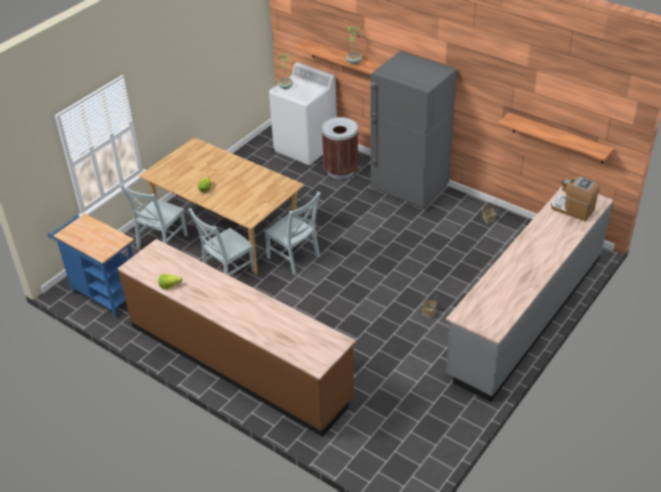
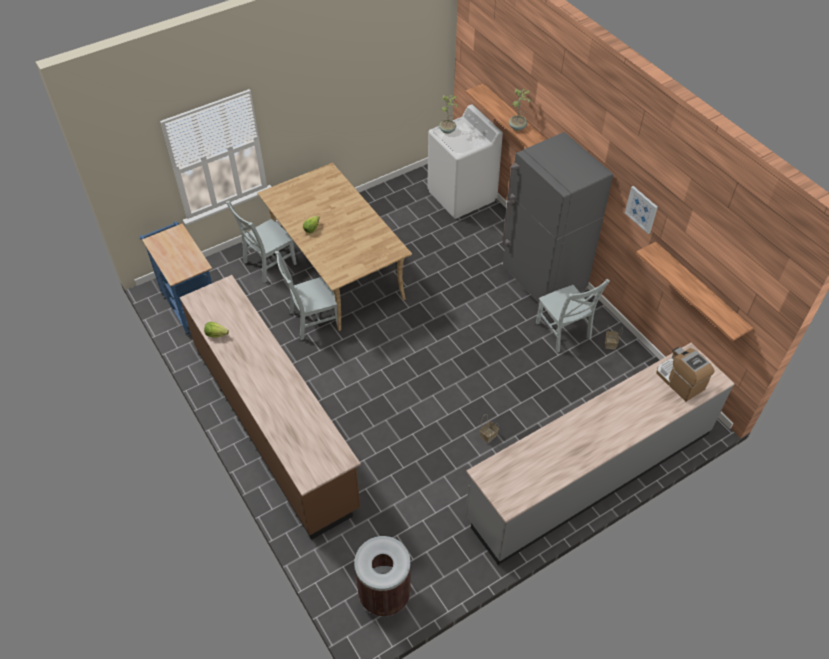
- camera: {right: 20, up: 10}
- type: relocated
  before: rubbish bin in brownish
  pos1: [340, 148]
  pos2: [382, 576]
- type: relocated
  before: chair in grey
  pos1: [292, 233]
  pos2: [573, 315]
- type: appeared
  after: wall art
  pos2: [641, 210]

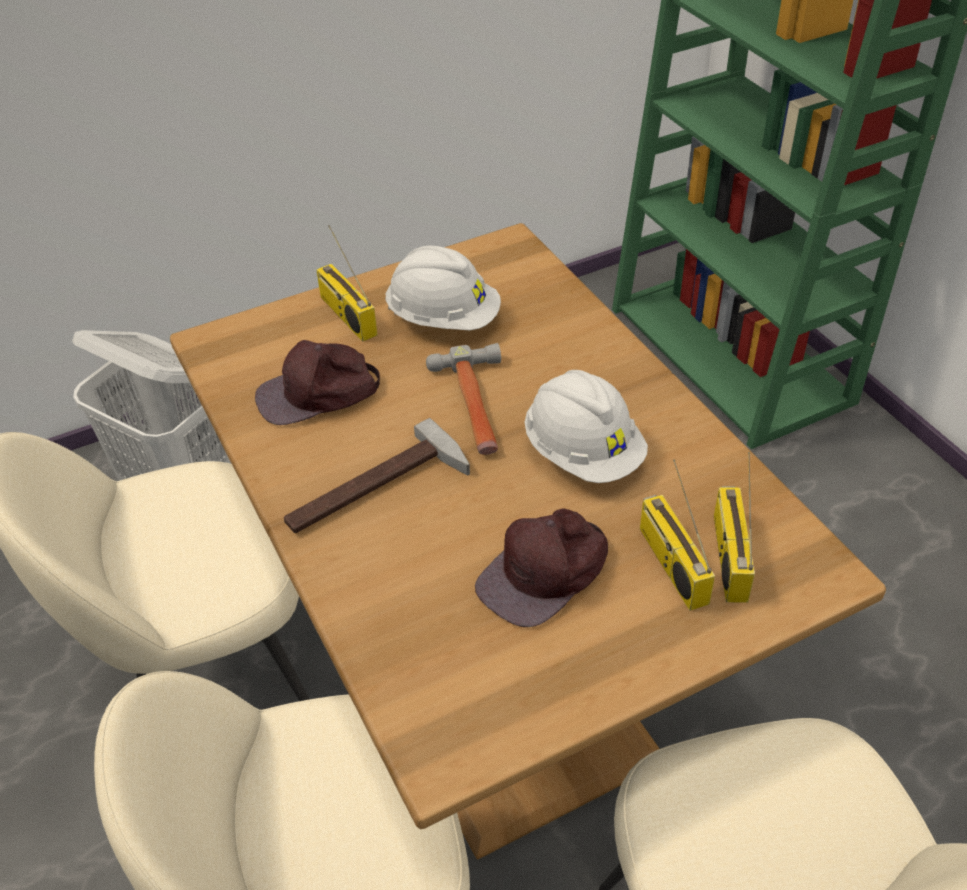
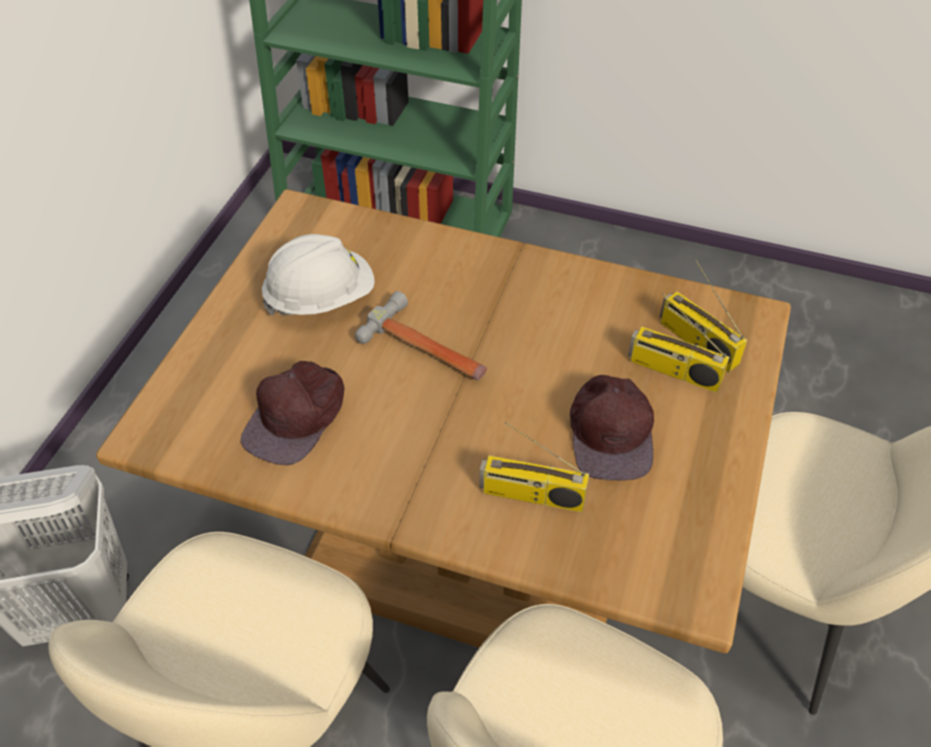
- camera: {right: -45, up: 5}
- type: relocated
  before: radio
  pos1: [347, 283]
  pos2: [534, 467]
- type: missing
  before: tool hammer
  pos1: [377, 475]
- type: missing
  before: safety helmet in white
  pos1: [586, 426]

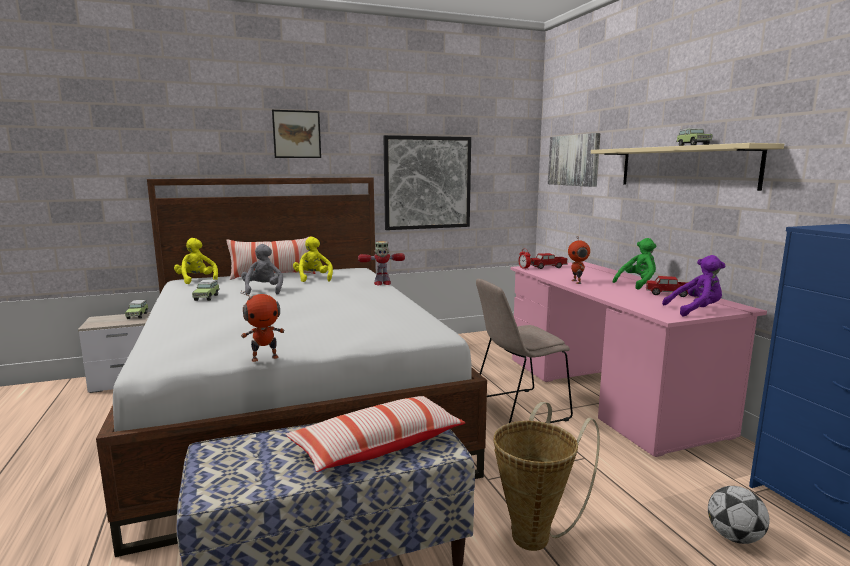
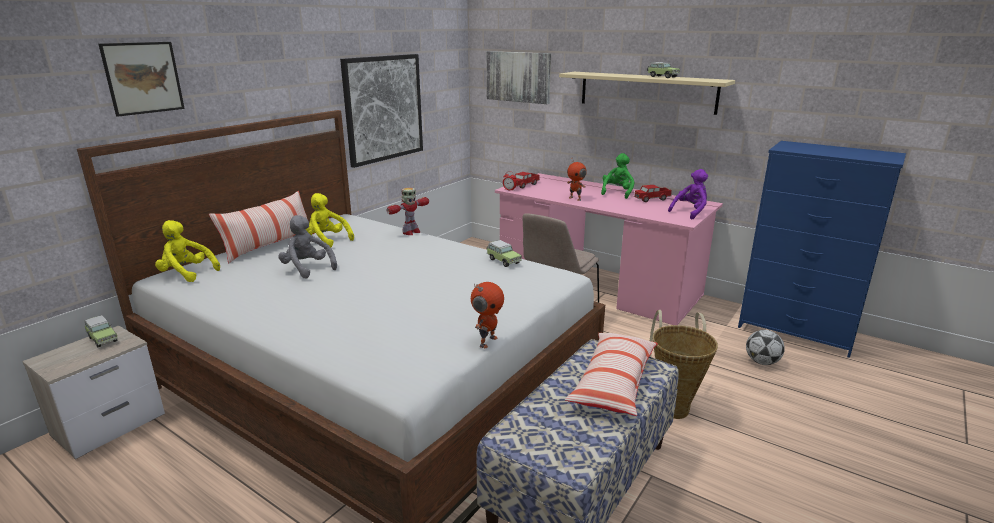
- camera: {right: -35, up: 10}
- type: relocated
  before: wall art
  pos1: [296, 134]
  pos2: [141, 79]
- type: relocated
  before: toy car
  pos1: [206, 290]
  pos2: [504, 253]

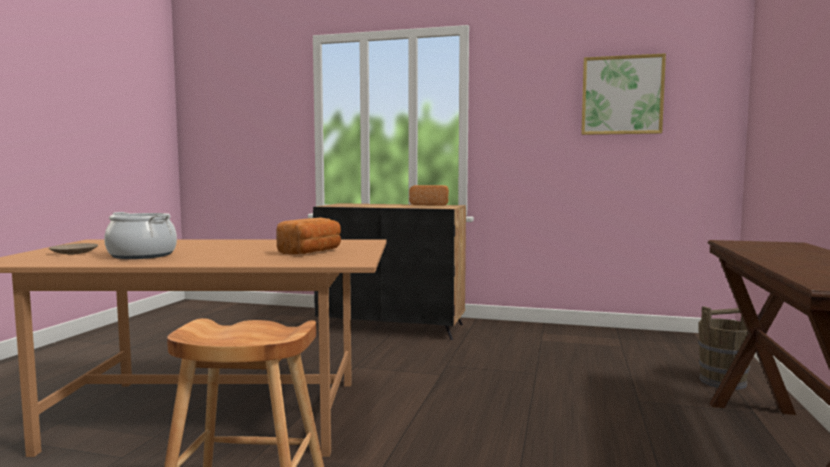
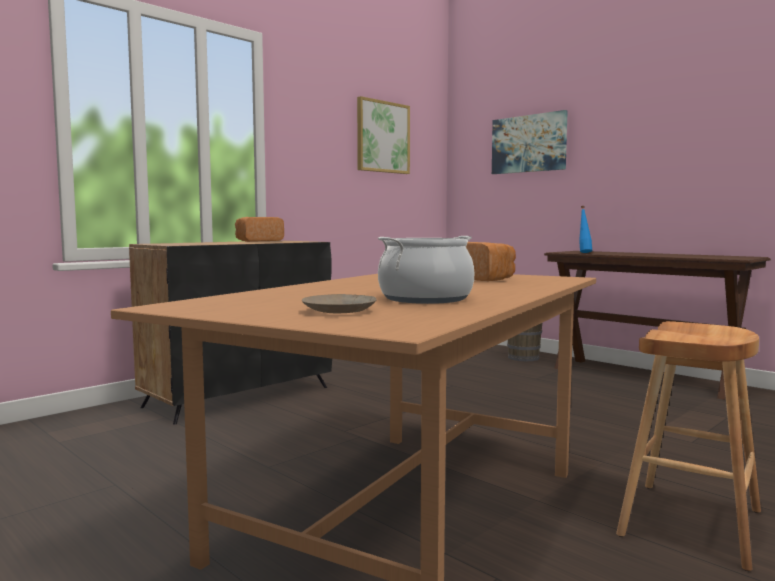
- camera: {right: -60, up: 0}
- type: appeared
  after: wall art
  pos2: [530, 142]
- type: appeared
  after: beverage bottle in blue-coloured
  pos2: [585, 229]

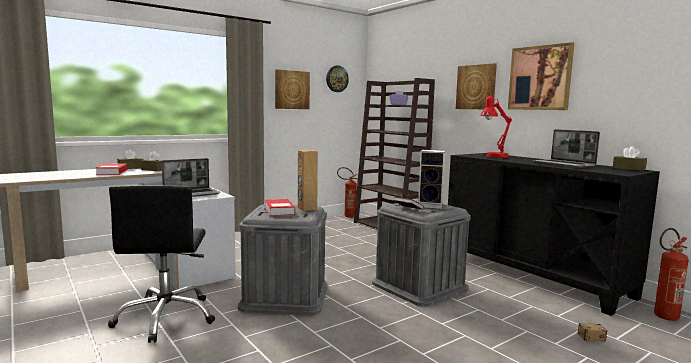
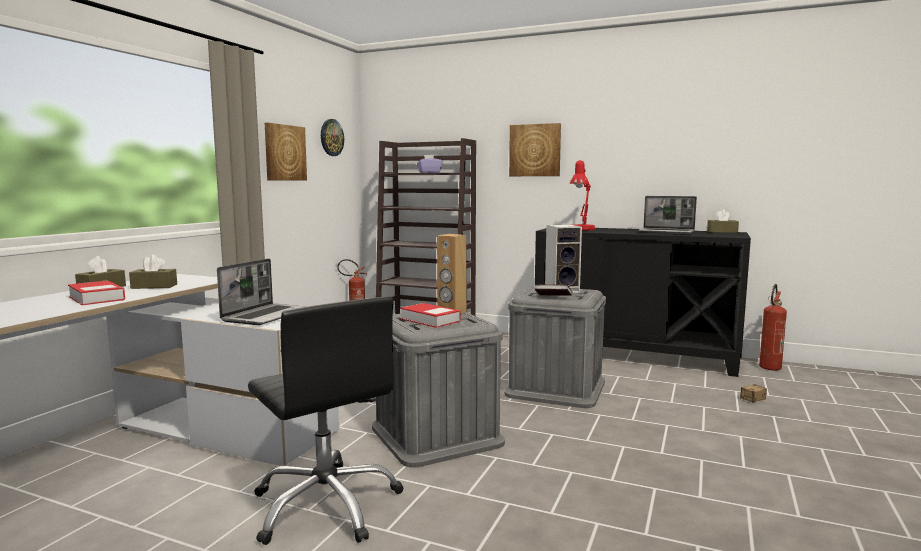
- camera: {right: -30, up: 0}
- type: missing
  before: wall art
  pos1: [541, 76]

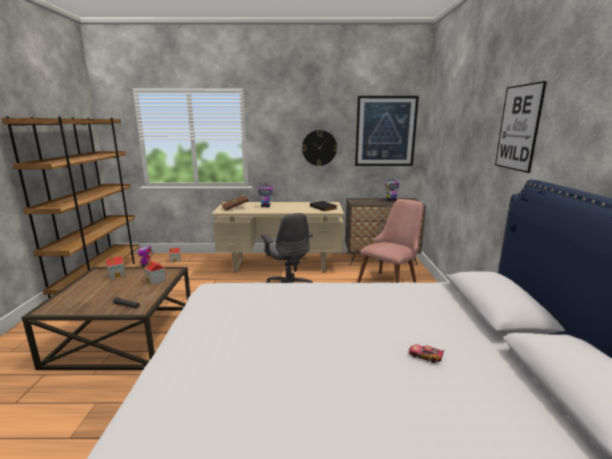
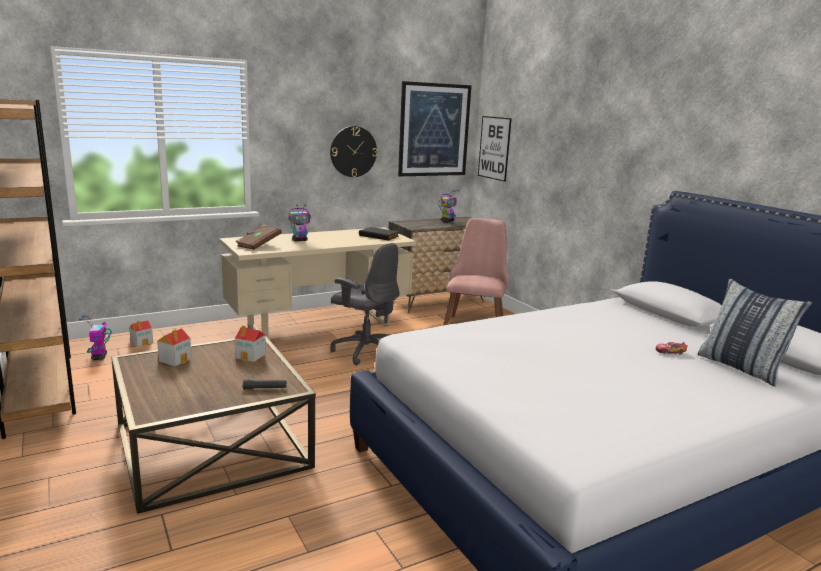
- camera: {right: -30, up: 0}
- type: relocated
  before: wall art
  pos1: [521, 127]
  pos2: [495, 149]
- type: appeared
  after: cushion
  pos2: [754, 332]

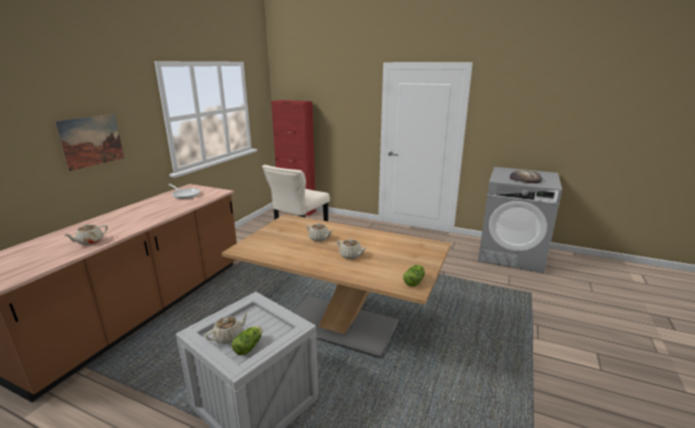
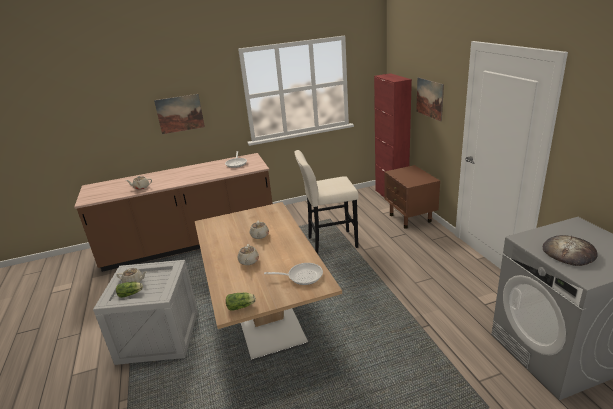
- camera: {right: 50, up: 5}
- type: appeared
  after: pan
  pos2: [293, 274]
- type: appeared
  after: nightstand in brownish
  pos2: [412, 197]
- type: appeared
  after: wall art
  pos2: [430, 99]

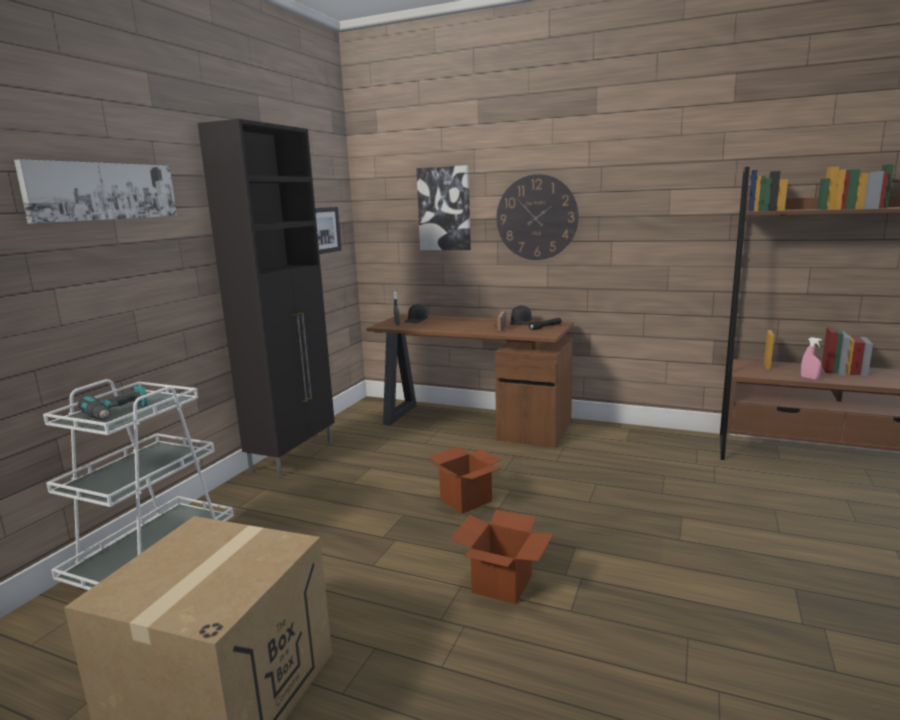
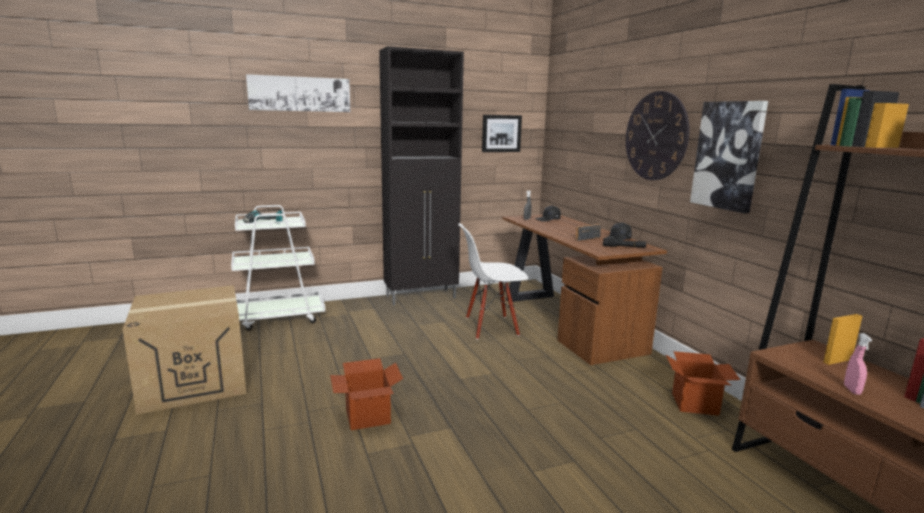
- camera: {right: 45, up: 0}
- type: appeared
  after: chair in white
  pos2: [493, 282]
- type: relocated
  before: packing box
  pos1: [466, 480]
  pos2: [703, 383]
- type: relocated
  before: wall art
  pos1: [443, 207]
  pos2: [729, 157]

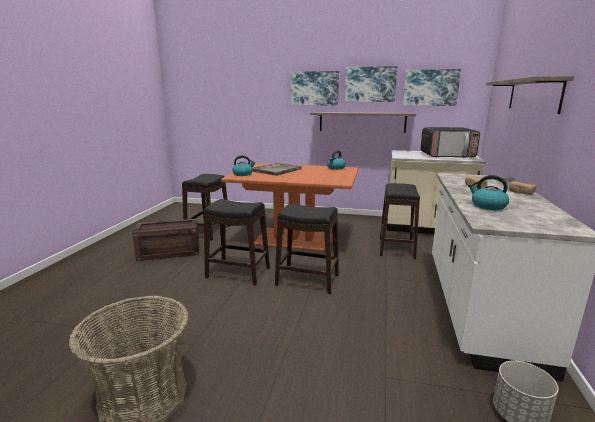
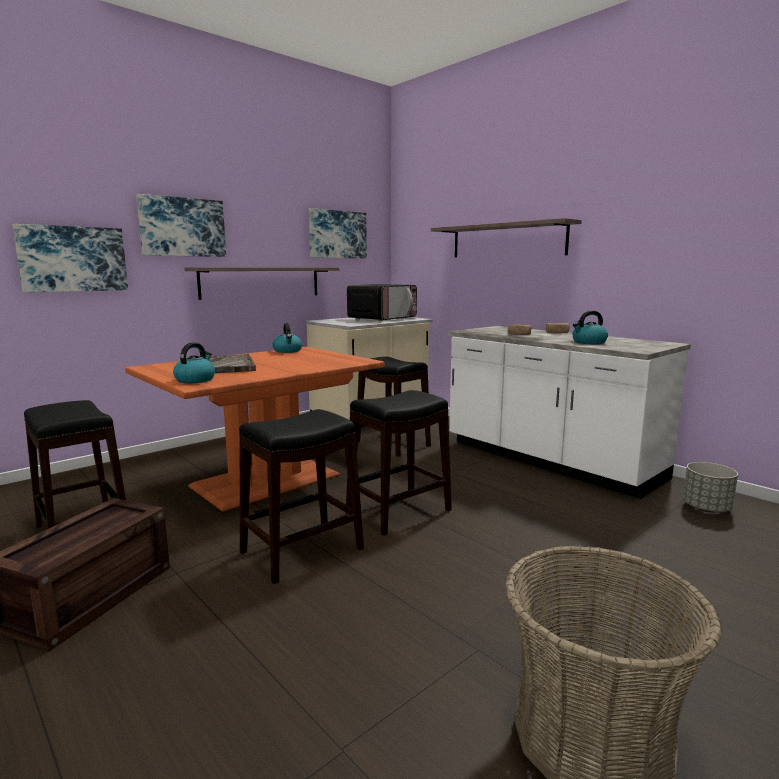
- camera: {right: -55, up: -5}
- type: relocated
  before: wall art
  pos1: [371, 84]
  pos2: [70, 258]

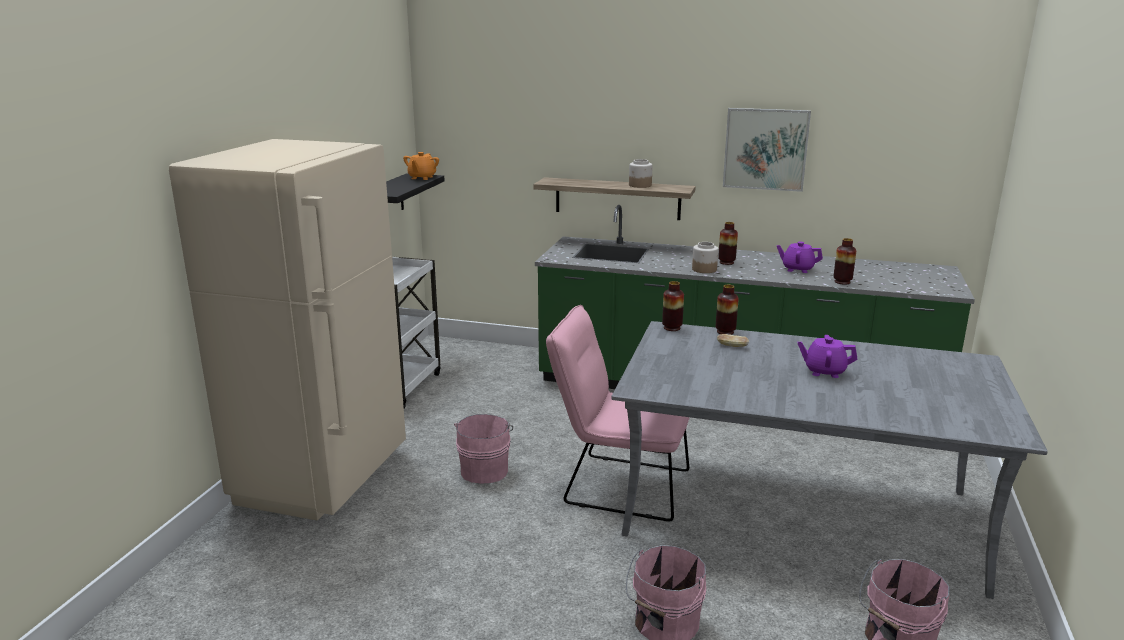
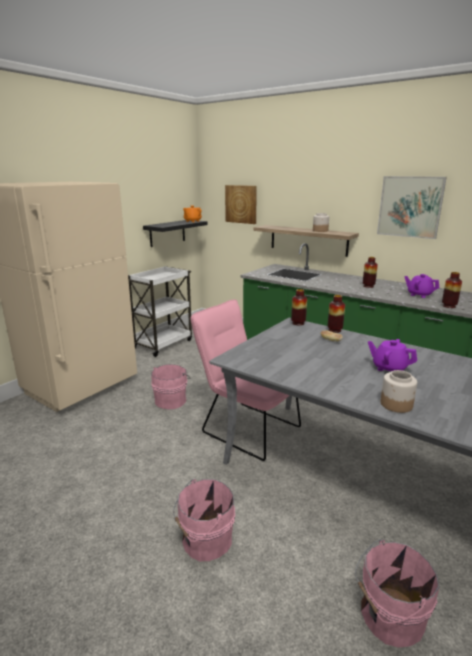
- camera: {right: 20, up: 0}
- type: appeared
  after: wall art
  pos2: [241, 204]
- type: relocated
  before: jar
  pos1: [705, 257]
  pos2: [398, 391]

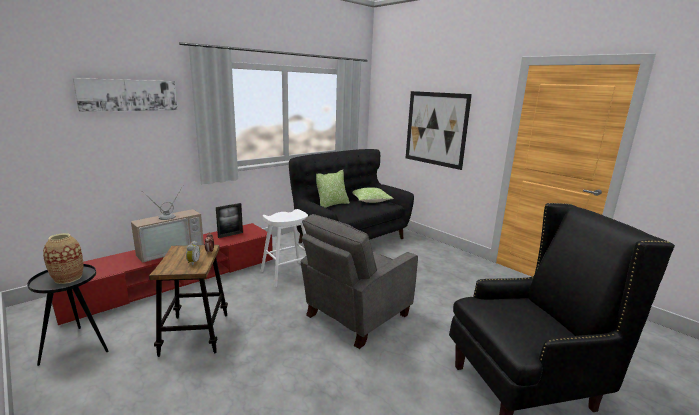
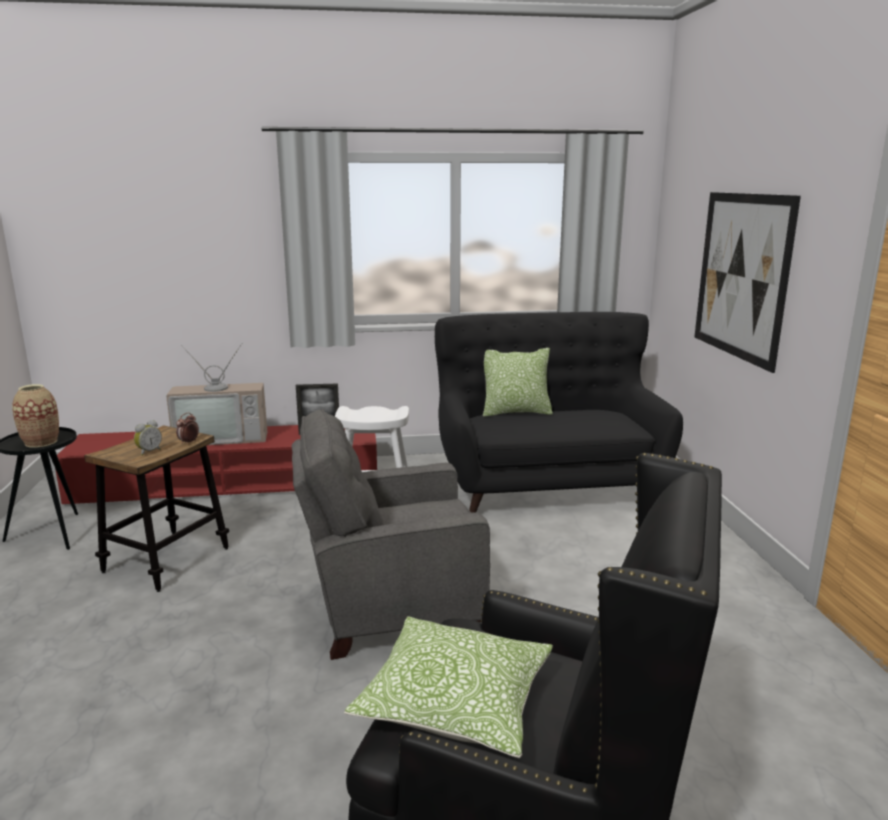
- camera: {right: 35, up: 0}
- type: relocated
  before: cushion
  pos1: [372, 195]
  pos2: [448, 687]
- type: missing
  before: wall art
  pos1: [125, 95]

